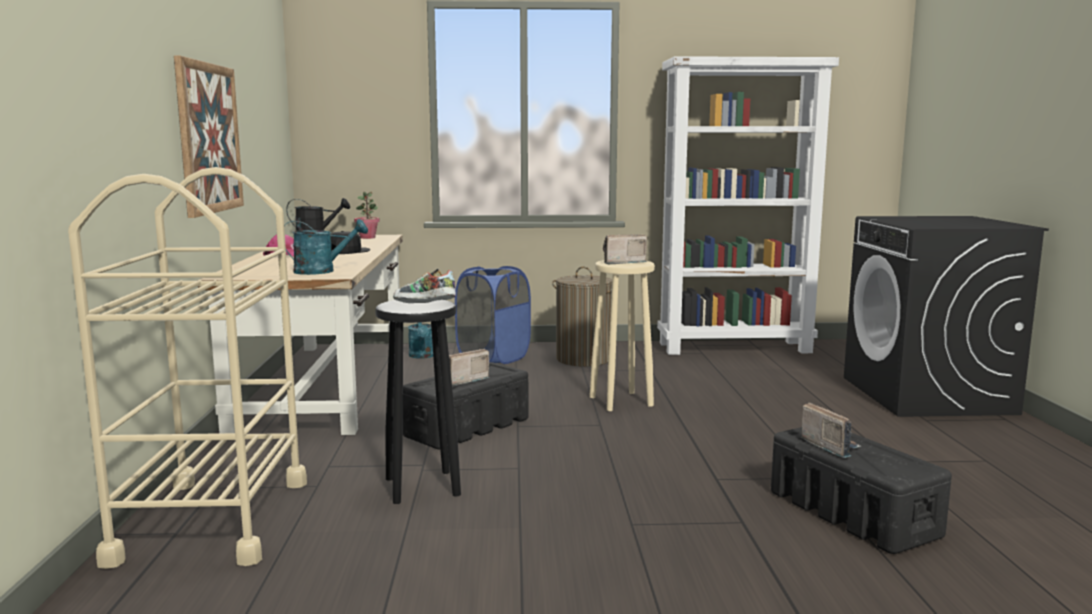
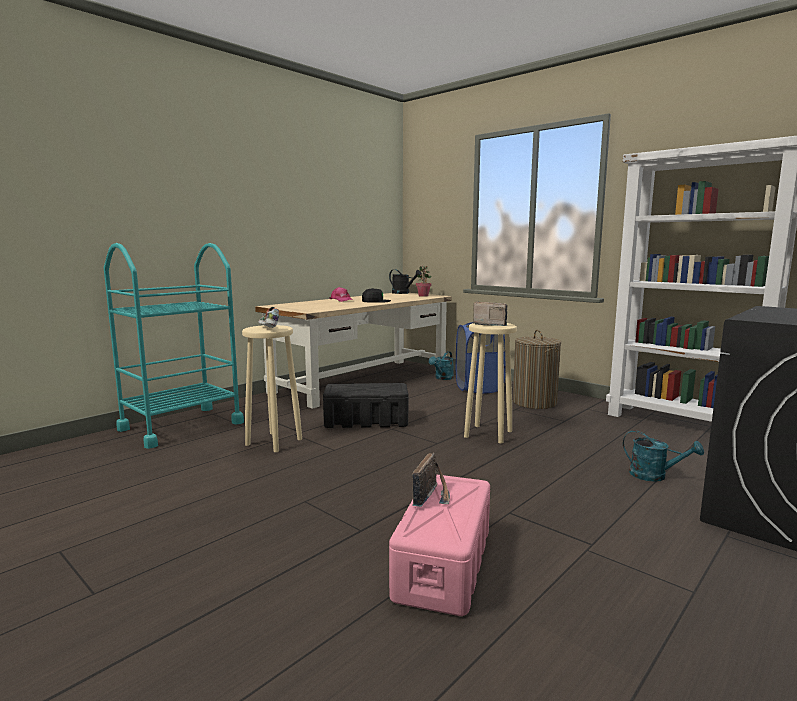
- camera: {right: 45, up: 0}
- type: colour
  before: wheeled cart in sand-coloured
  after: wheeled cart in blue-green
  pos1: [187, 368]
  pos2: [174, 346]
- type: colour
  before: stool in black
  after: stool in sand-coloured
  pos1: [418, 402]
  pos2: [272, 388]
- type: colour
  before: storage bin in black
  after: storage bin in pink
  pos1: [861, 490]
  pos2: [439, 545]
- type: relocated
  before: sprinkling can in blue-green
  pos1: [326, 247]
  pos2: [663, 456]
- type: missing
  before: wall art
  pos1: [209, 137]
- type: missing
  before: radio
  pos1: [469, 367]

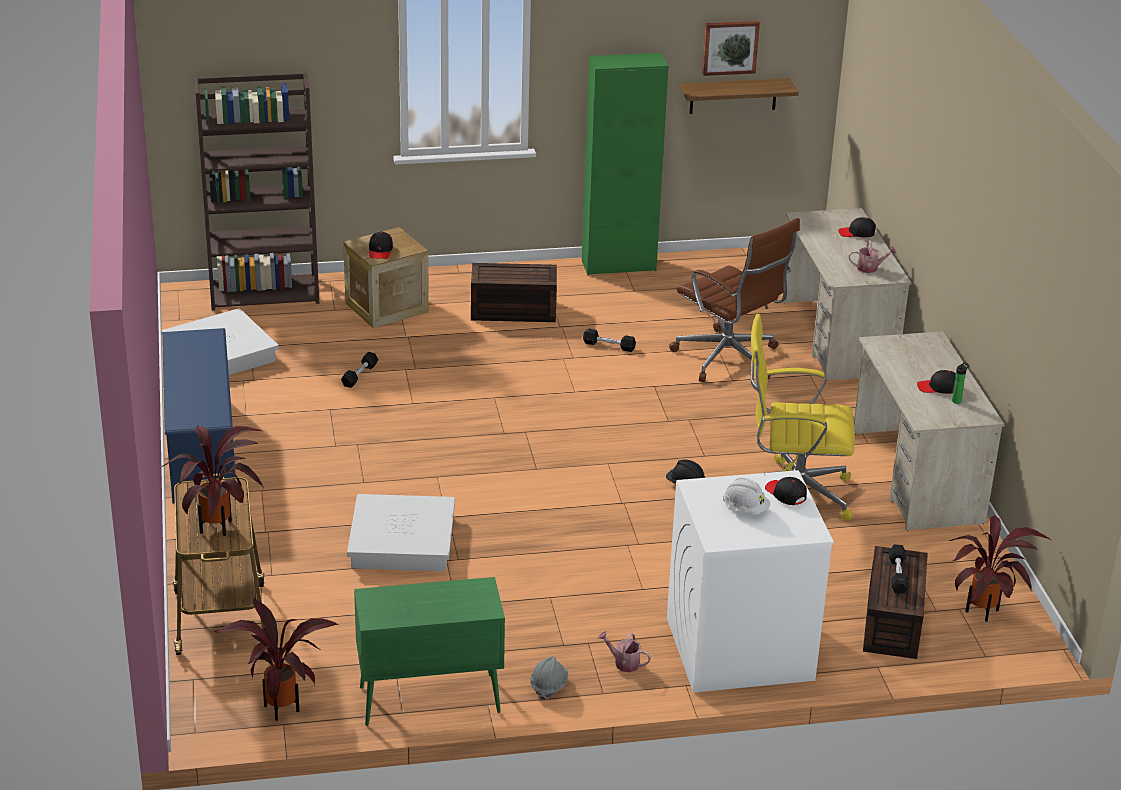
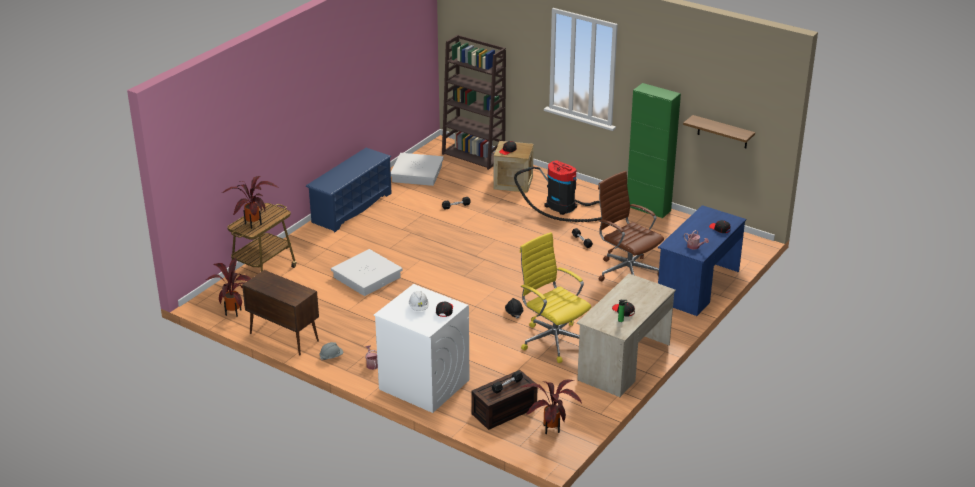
- camera: {right: 45, up: 0}
- type: colour
  before: storage cabinet in green-coloured
  after: storage cabinet in brownish
  pos1: [429, 651]
  pos2: [280, 313]
- type: exchanged
  before: storage bin in brownish
  after: vacuum
  pos1: [514, 292]
  pos2: [557, 191]
- type: spun
  before: desk chair in brownish
  pos1: [734, 300]
  pos2: [631, 226]
  turn: 135
- type: colour
  before: desk unit in sand-coloured
  after: desk unit in blue-coloured
  pos1: [847, 294]
  pos2: [702, 260]
- type: missing
  before: wall art
  pos1: [731, 48]

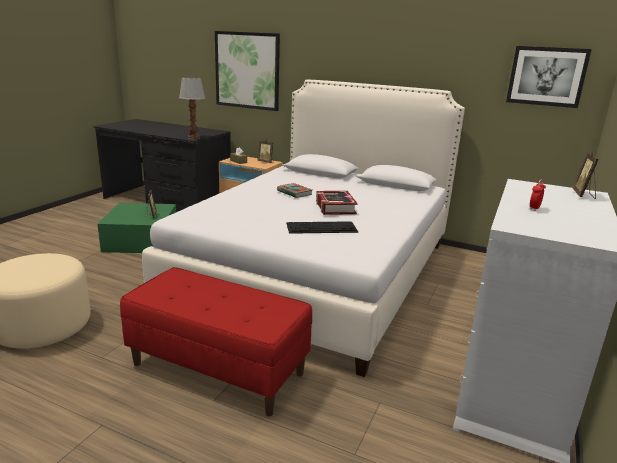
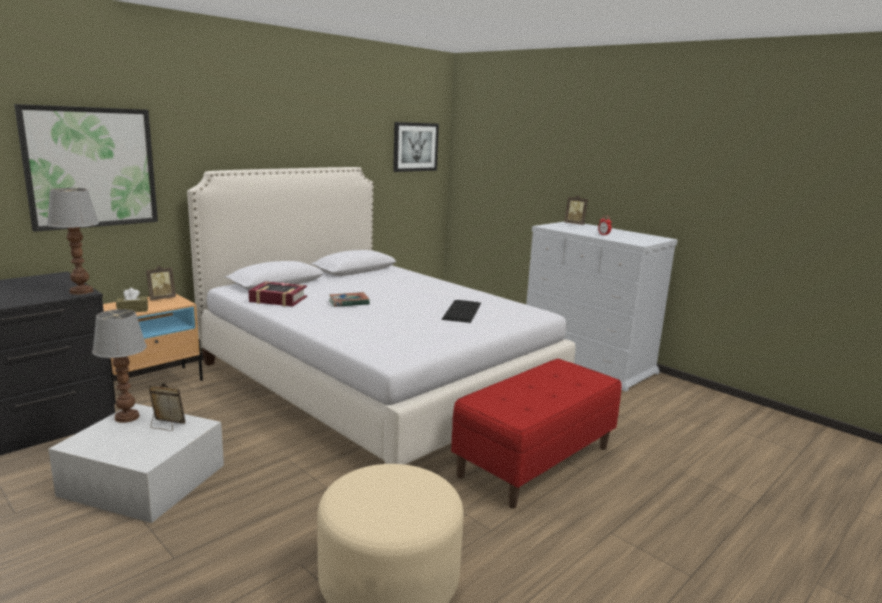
- camera: {right: -70, up: -5}
- type: colour
  before: storage bin in green-coloured
  after: storage bin in white
  pos1: [136, 228]
  pos2: [136, 463]
- type: appeared
  after: lamp for a table
  pos2: [119, 366]
- type: relocated
  before: bound book
  pos1: [337, 203]
  pos2: [277, 294]

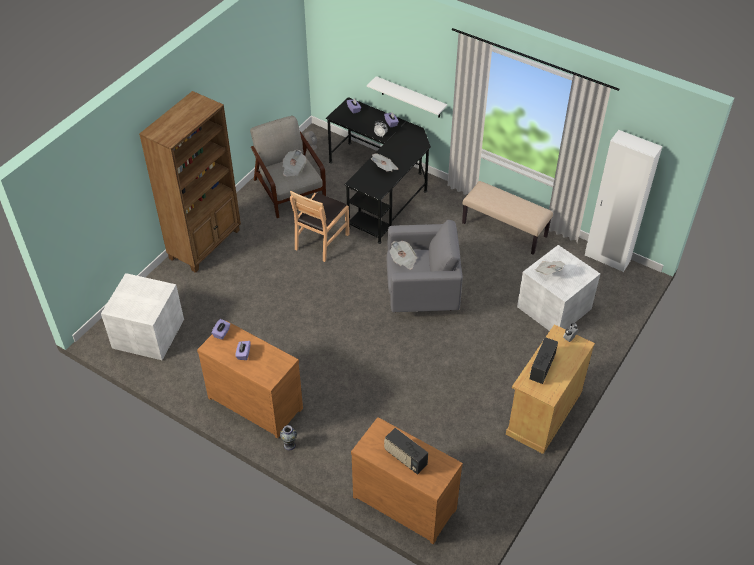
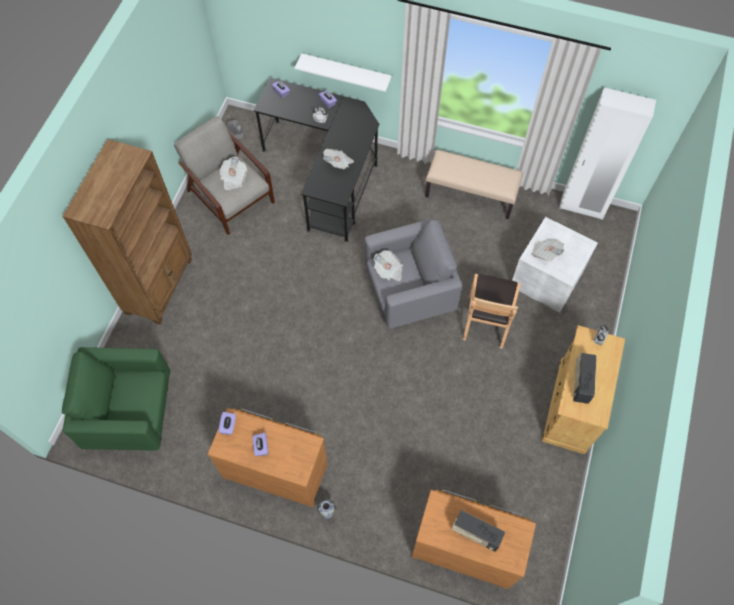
- camera: {right: -15, up: 15}
- type: exchanged
  before: storage bin in white
  after: armchair in green-coloured
  pos1: [142, 316]
  pos2: [116, 399]
- type: relocated
  before: chair in brownish
  pos1: [320, 226]
  pos2: [492, 311]

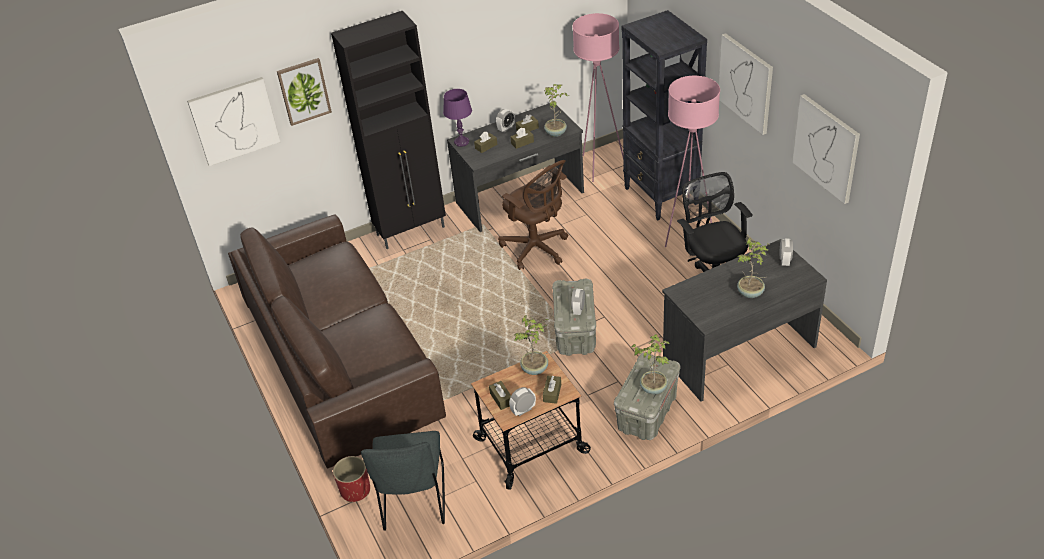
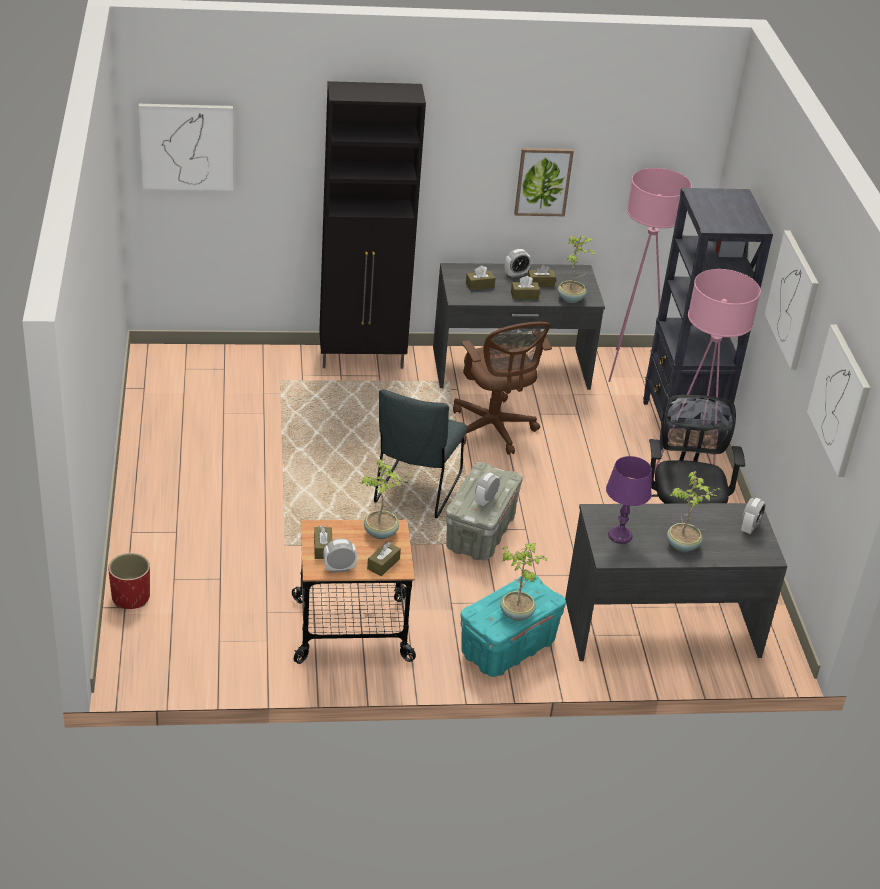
- camera: {right: 15, up: -5}
- type: relocated
  before: chair in grey
  pos1: [403, 481]
  pos2: [421, 453]
- type: colour
  before: storage bin in grey
  after: storage bin in blue-green
  pos1: [647, 396]
  pos2: [513, 626]
- type: relocated
  before: wall art
  pos1: [304, 92]
  pos2: [544, 182]
- type: relocated
  before: lamp for a table in purple
  pos1: [457, 118]
  pos2: [629, 500]
- type: missing
  before: settee in brownish
  pos1: [337, 341]

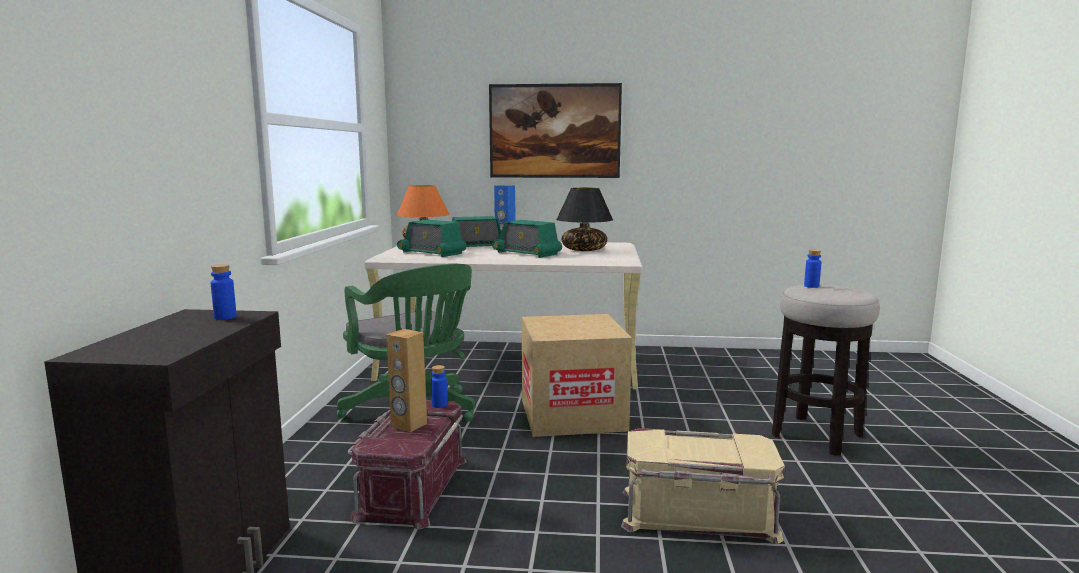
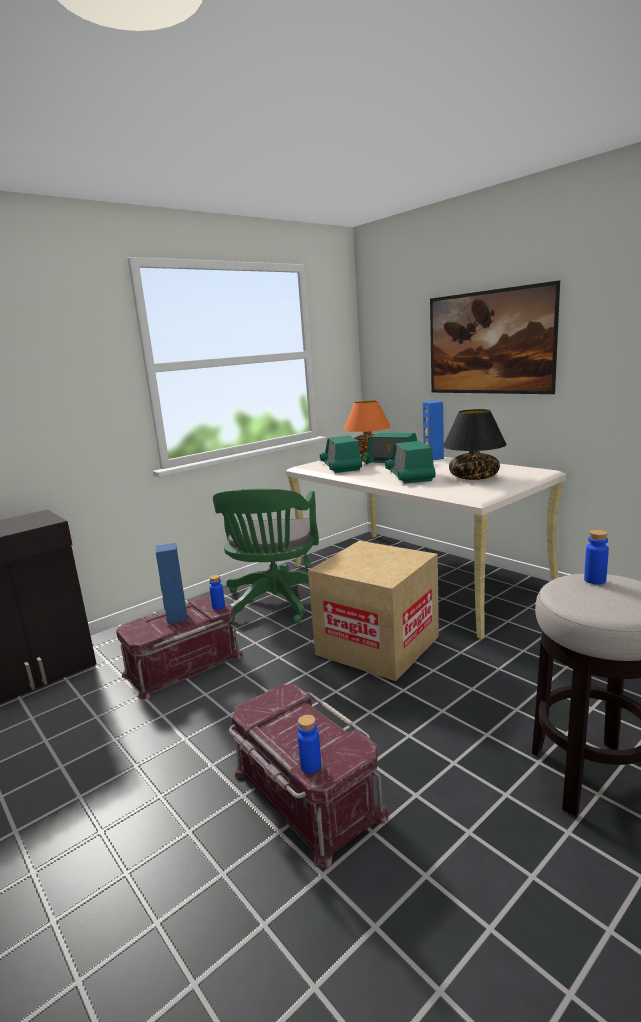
- camera: {right: 45, up: 5}
- type: colour
  before: loudspeaker in brownish
  after: loudspeaker in blue-coloured
  pos1: [406, 380]
  pos2: [171, 583]
- type: colour
  before: storage bin in sand-coloured
  after: storage bin in reddish
  pos1: [703, 486]
  pos2: [308, 776]
- type: relocated
  before: beverage bottle in blue-coloured
  pos1: [224, 292]
  pos2: [309, 744]

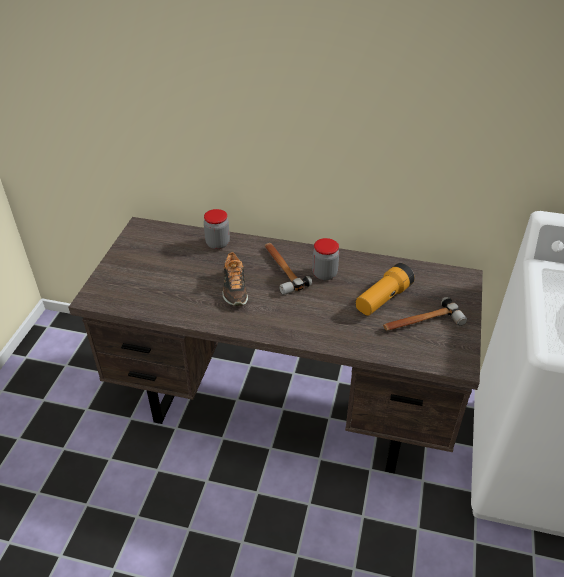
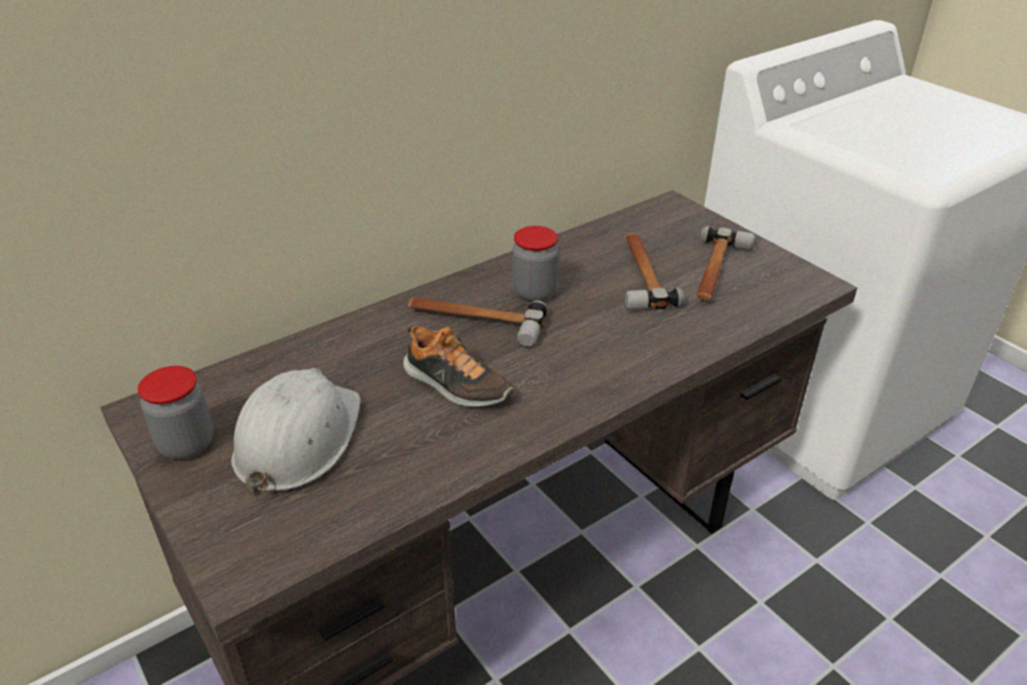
- camera: {right: -50, up: -5}
- type: relocated
  before: jar
  pos1: [217, 229]
  pos2: [175, 412]
- type: appeared
  after: safety helmet in white
  pos2: [296, 432]
- type: exchanged
  before: torch
  after: tool hammer
  pos1: [385, 289]
  pos2: [655, 271]

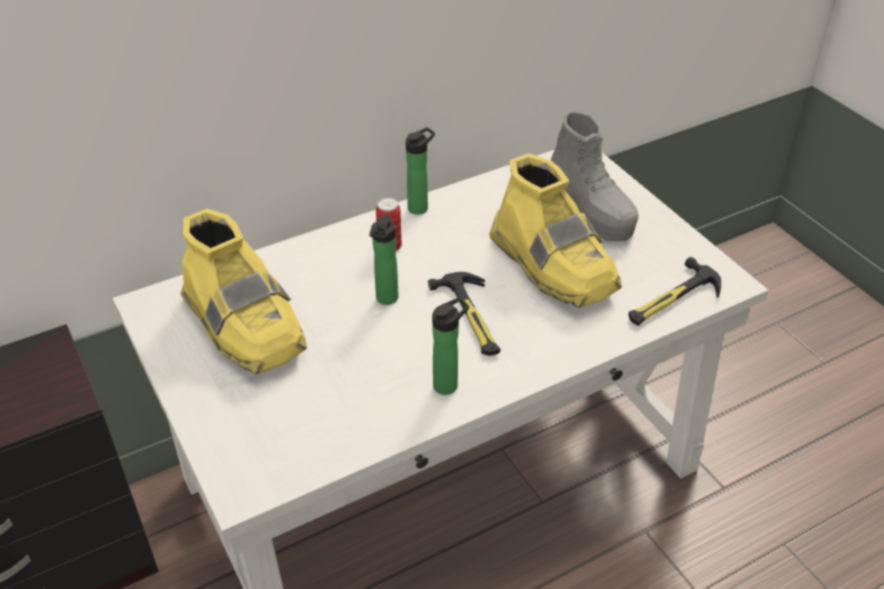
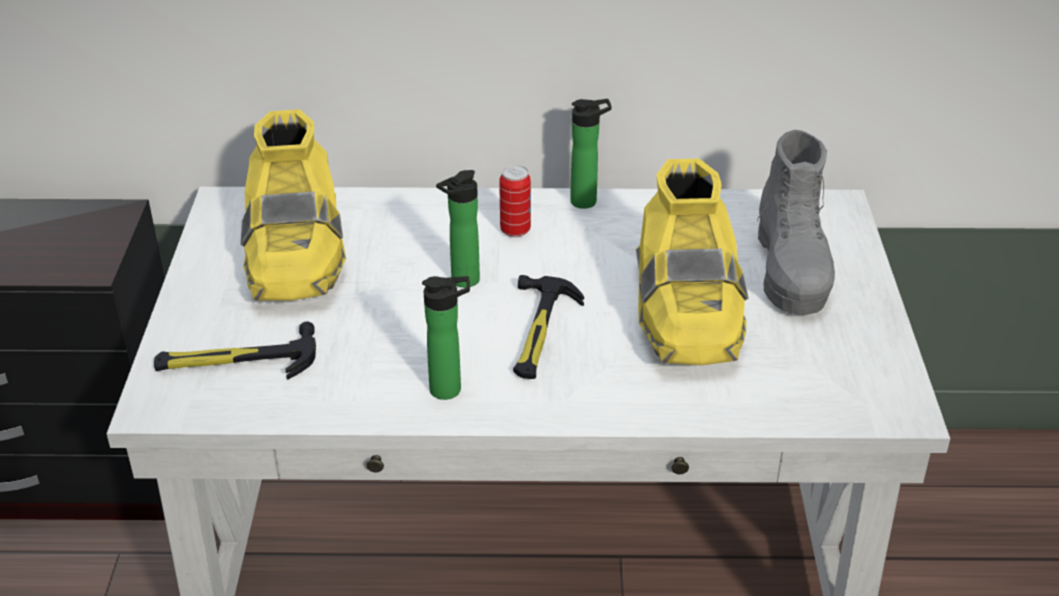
- camera: {right: 30, up: -5}
- type: relocated
  before: tool hammer
  pos1: [675, 291]
  pos2: [235, 351]

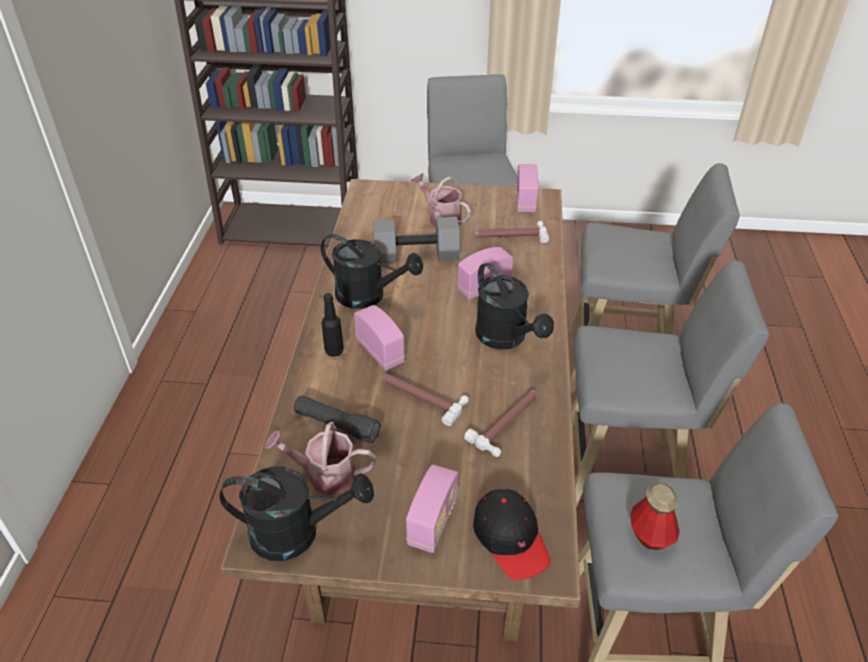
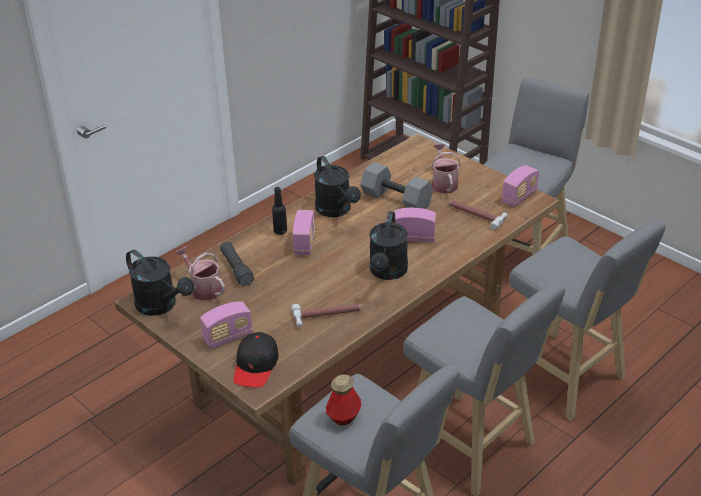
- camera: {right: 40, up: -5}
- type: missing
  before: tool hammer
  pos1: [426, 400]

